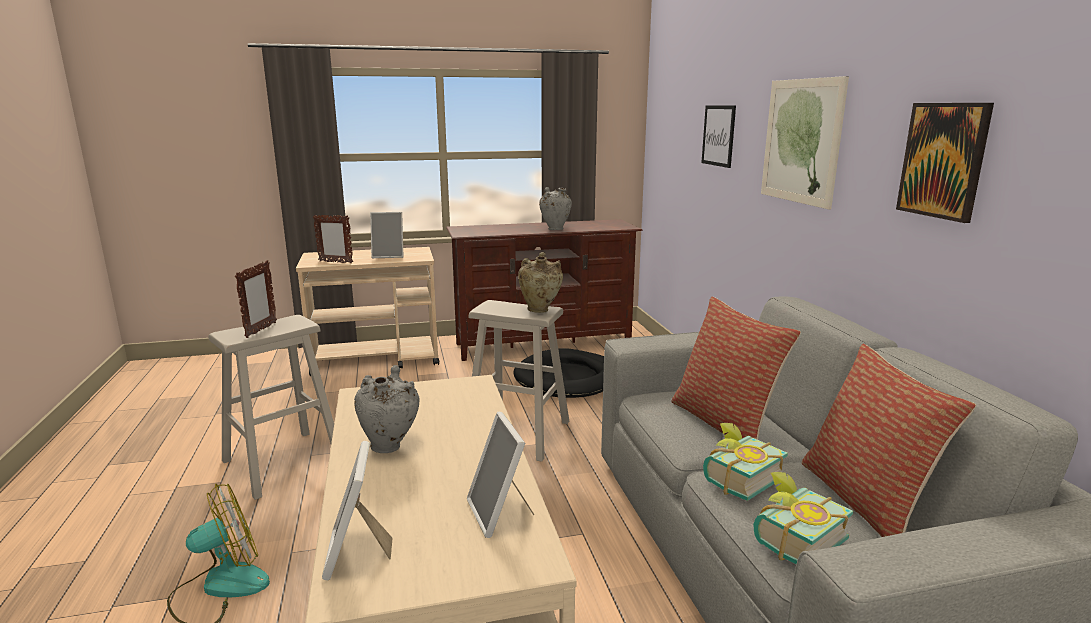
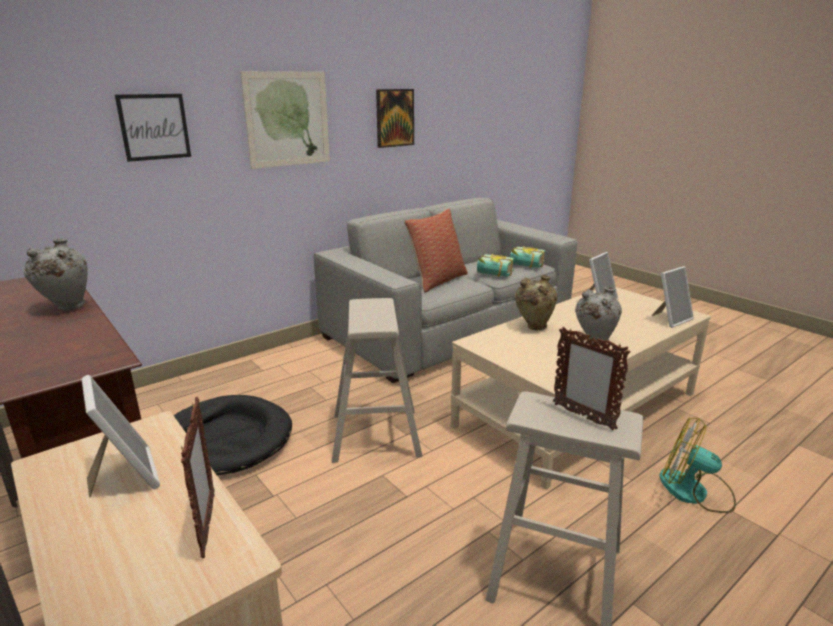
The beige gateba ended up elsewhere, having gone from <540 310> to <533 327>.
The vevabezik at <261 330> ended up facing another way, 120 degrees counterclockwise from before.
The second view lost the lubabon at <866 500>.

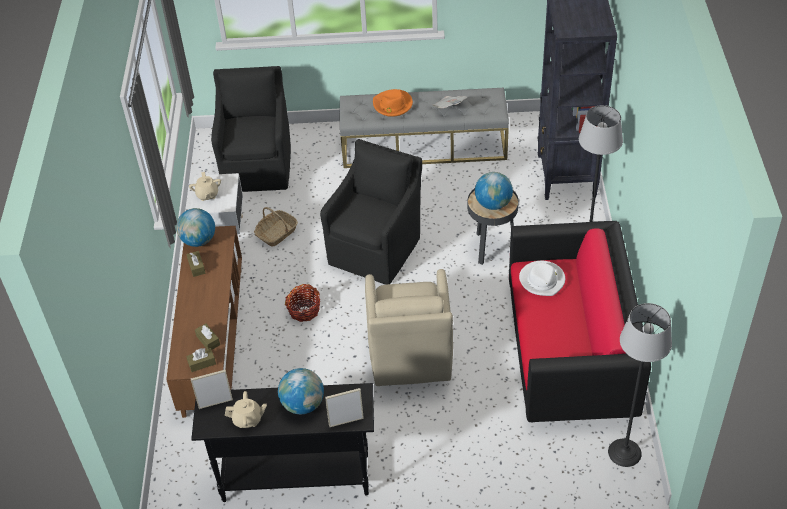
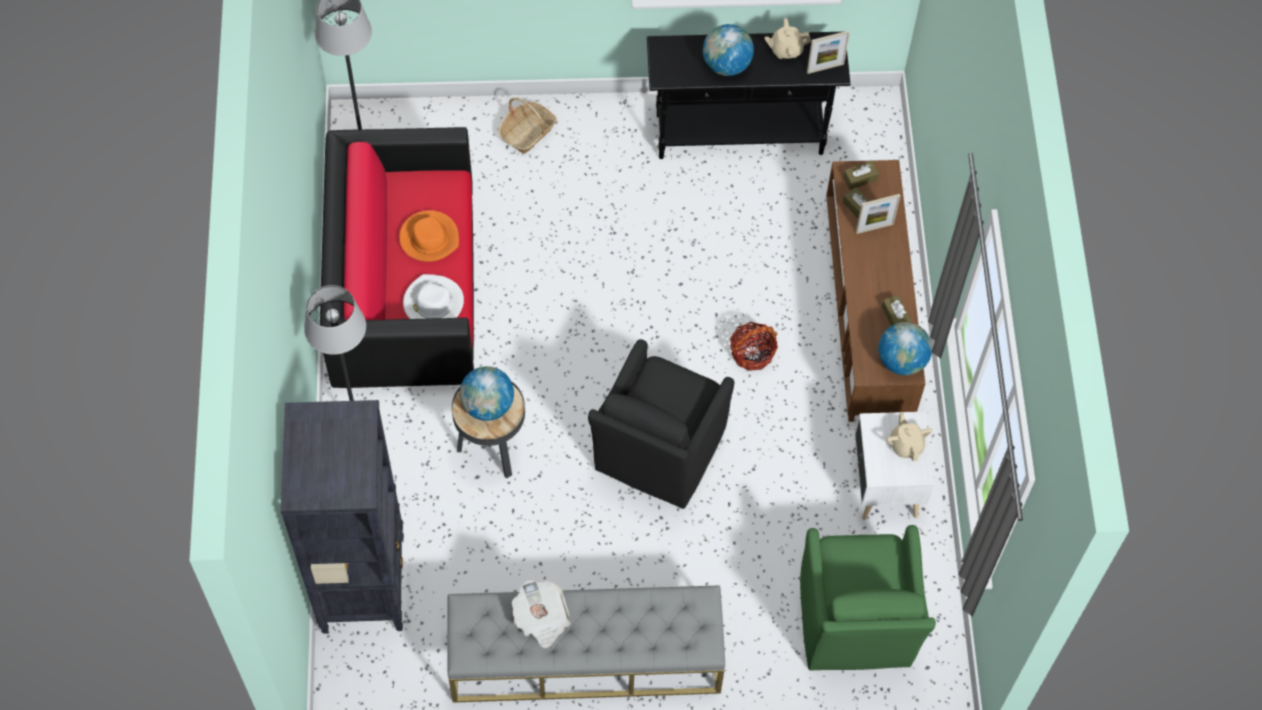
What was the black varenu at <258 166> turned into the green varenu at <854 624>.
The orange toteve ended up elsewhere, having gone from <392 105> to <429 238>.
The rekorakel ended up elsewhere, having gone from <277 233> to <527 132>.
The second view lost the beige varenu at <410 356>.
The vevabezik ended up elsewhere, having gone from <346 422> to <874 228>.

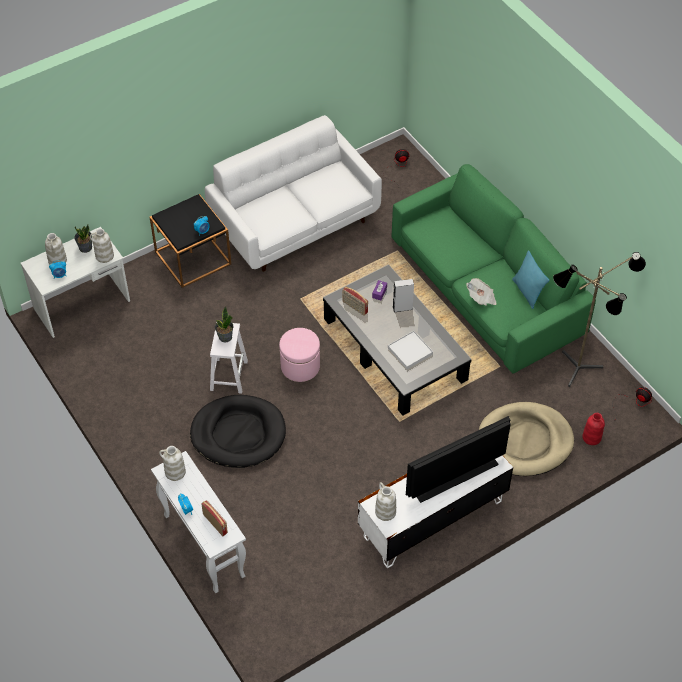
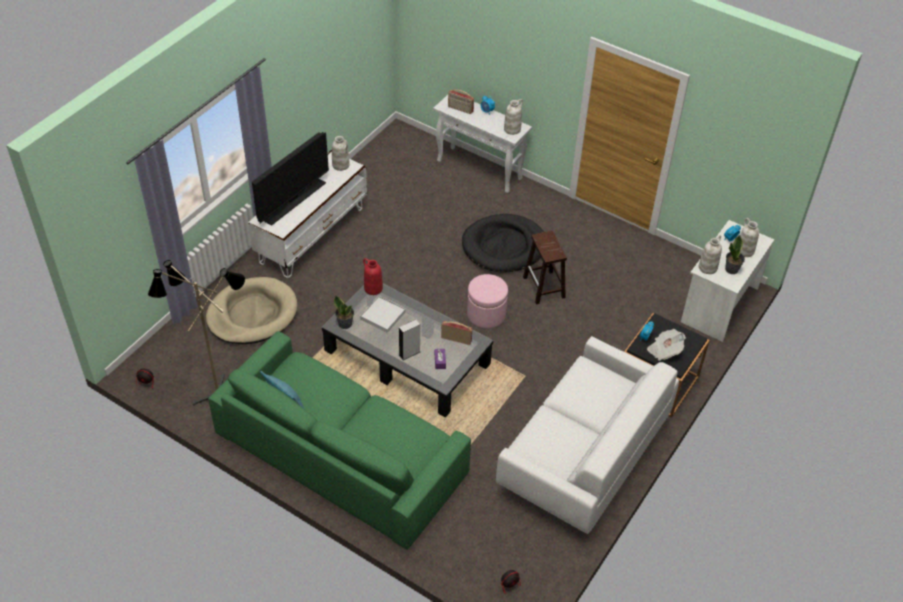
The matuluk ended up elsewhere, having gone from <481 298> to <664 350>.
The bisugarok ended up elsewhere, having gone from <225 337> to <345 323>.
What was the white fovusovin at <229 375> turned into the brown fovusovin at <544 288>.
The red gateba ended up elsewhere, having gone from <592 437> to <373 288>.

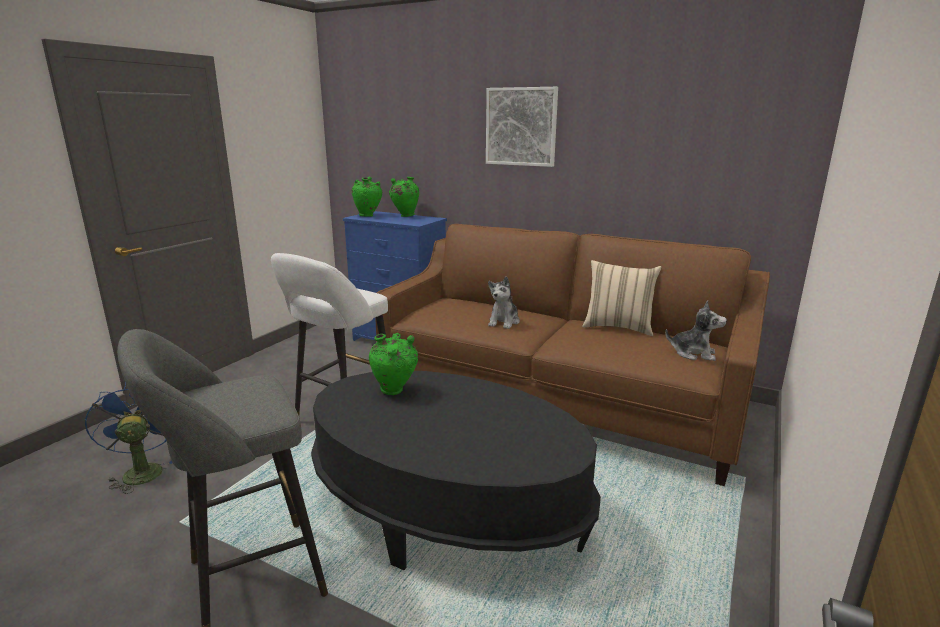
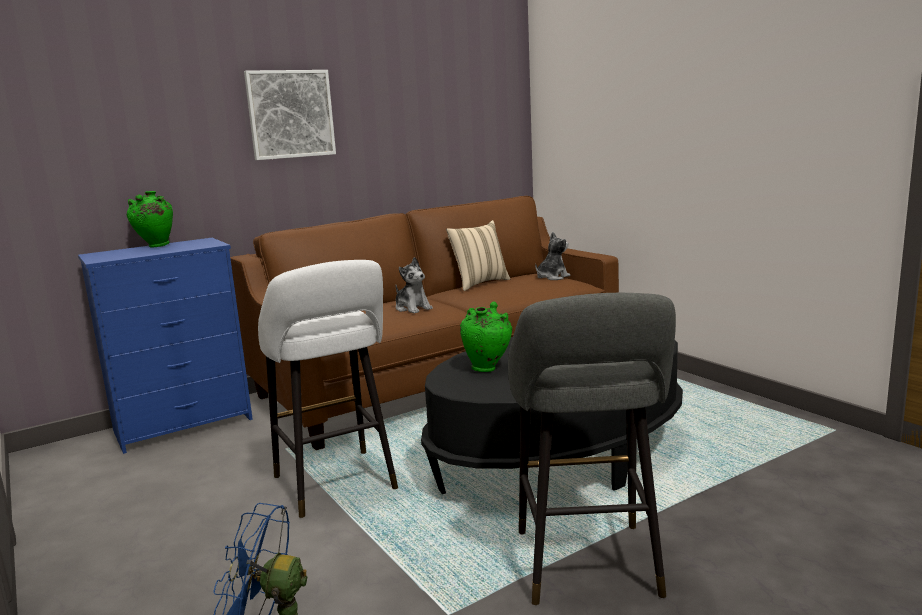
The second view lost the green gateba at <368 216>.

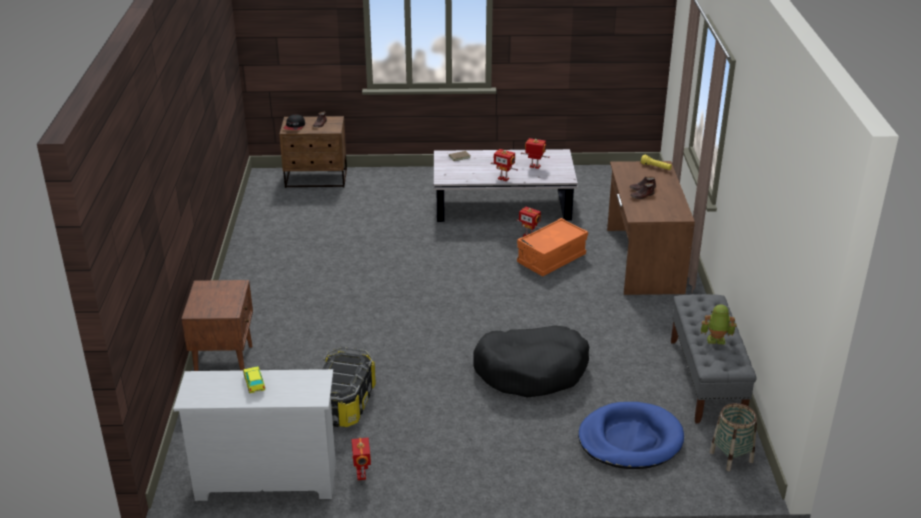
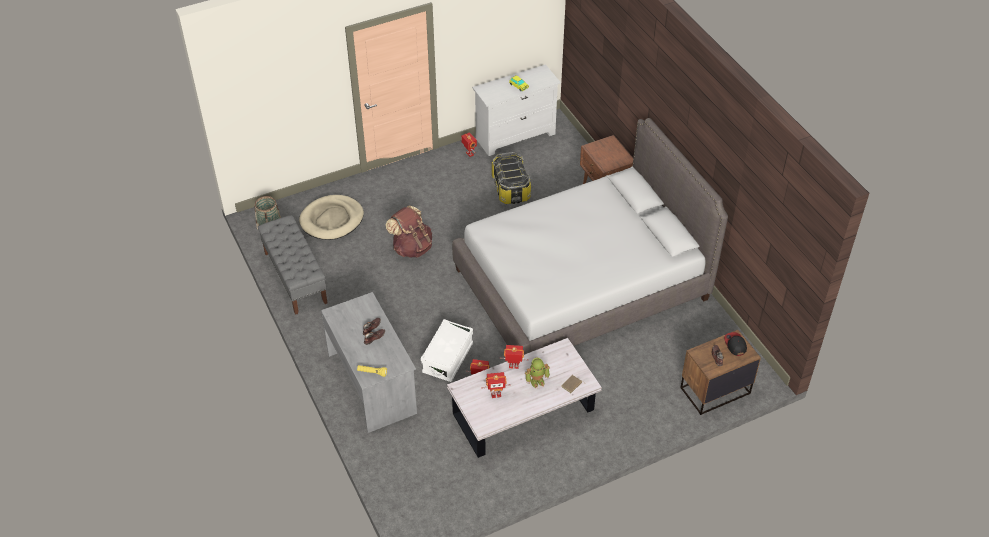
What was the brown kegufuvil at <643 260> turned into the grey kegufuvil at <372 383>.
What was the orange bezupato at <551 259> turned into the white bezupato at <447 358>.
The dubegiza ended up elsewhere, having gone from <716 341> to <537 380>.
Where the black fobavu stood at <531 371>, the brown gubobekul came to stand at <411 247>.
What was the blue fobavu at <630 439> turned into the beige fobavu at <332 220>.
The second view gained the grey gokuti at <581 284>.

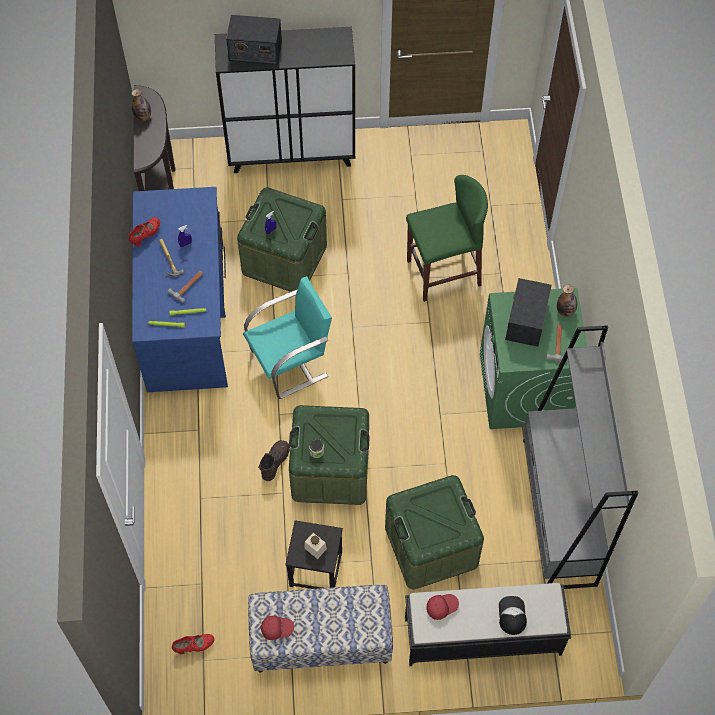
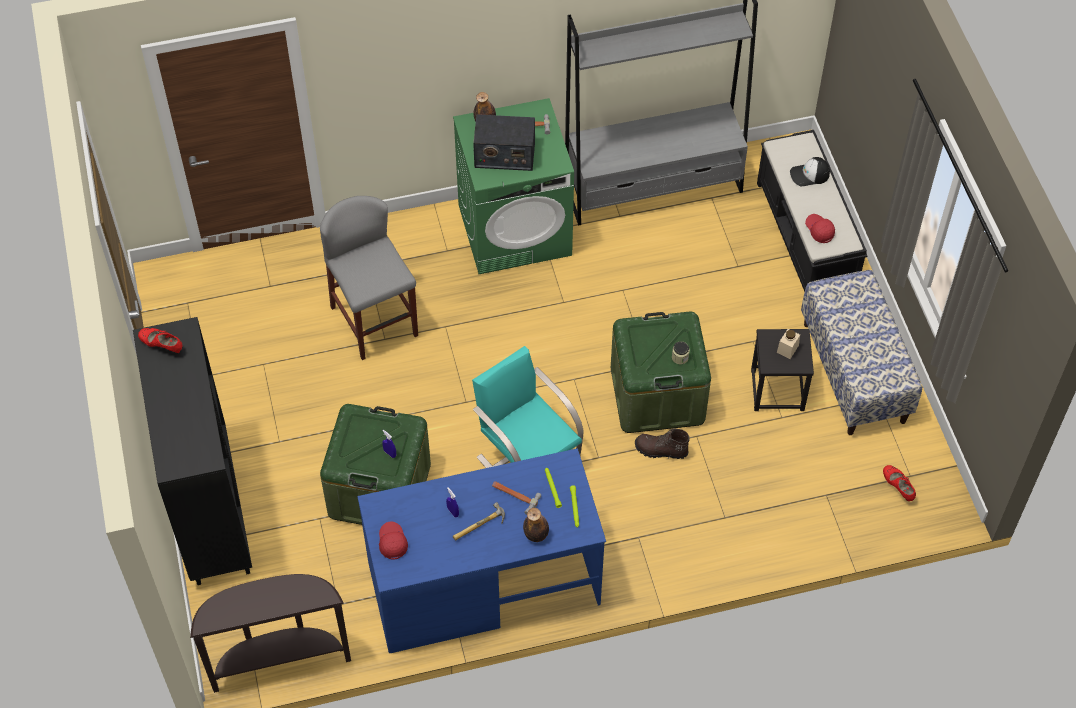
The second view lost the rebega at <255 50>.
The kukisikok ended up elsewhere, having gone from <143 117> to <536 535>.
What was the green fovusovin at <443 273> turned into the grey fovusovin at <374 321>.
The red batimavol ended up elsewhere, having gone from <146 235> to <162 346>.
The second view lost the green bezupato at <431 546>.
The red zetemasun ended up elsewhere, having gone from <277 629> to <392 543>.

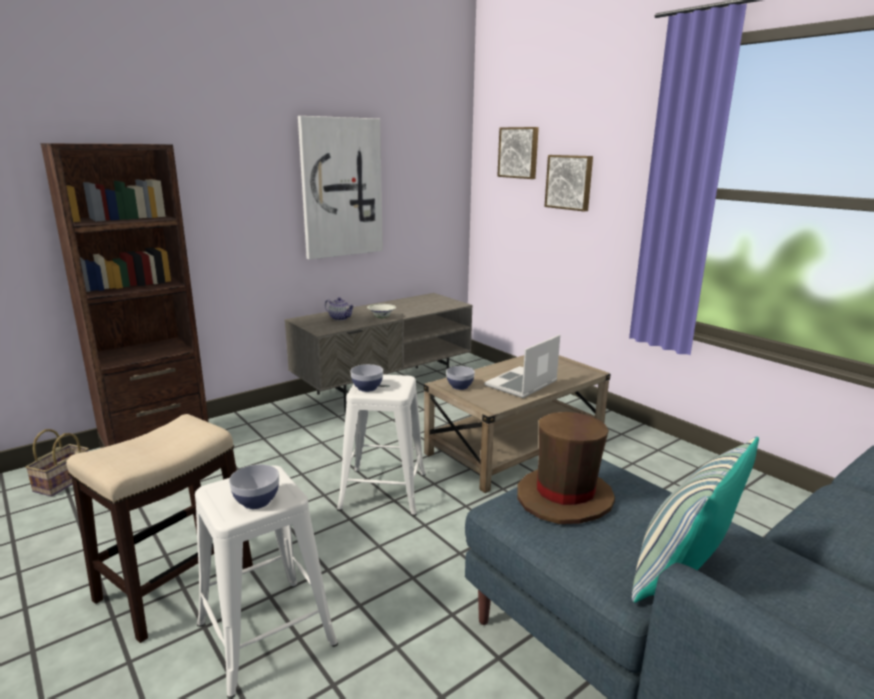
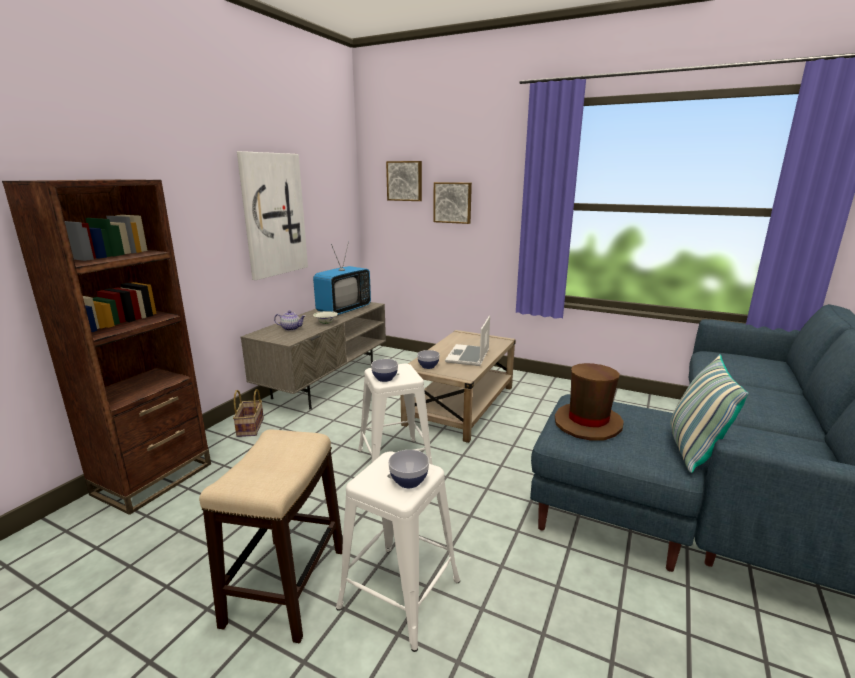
The rekorakel ended up elsewhere, having gone from <63 483> to <251 428>.
The second view gained the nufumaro at <344 310>.

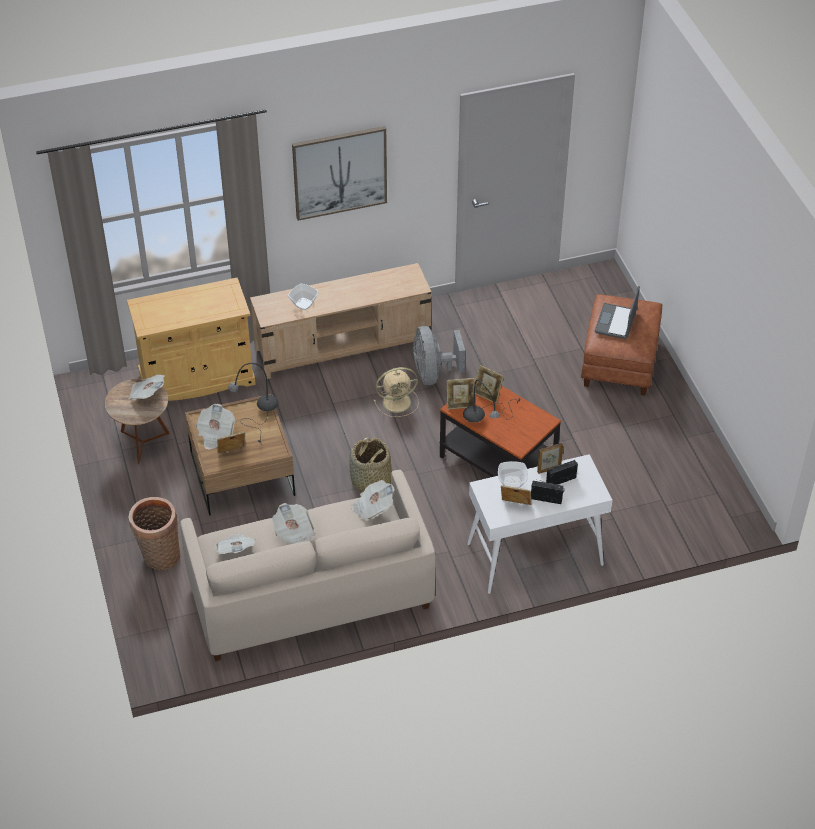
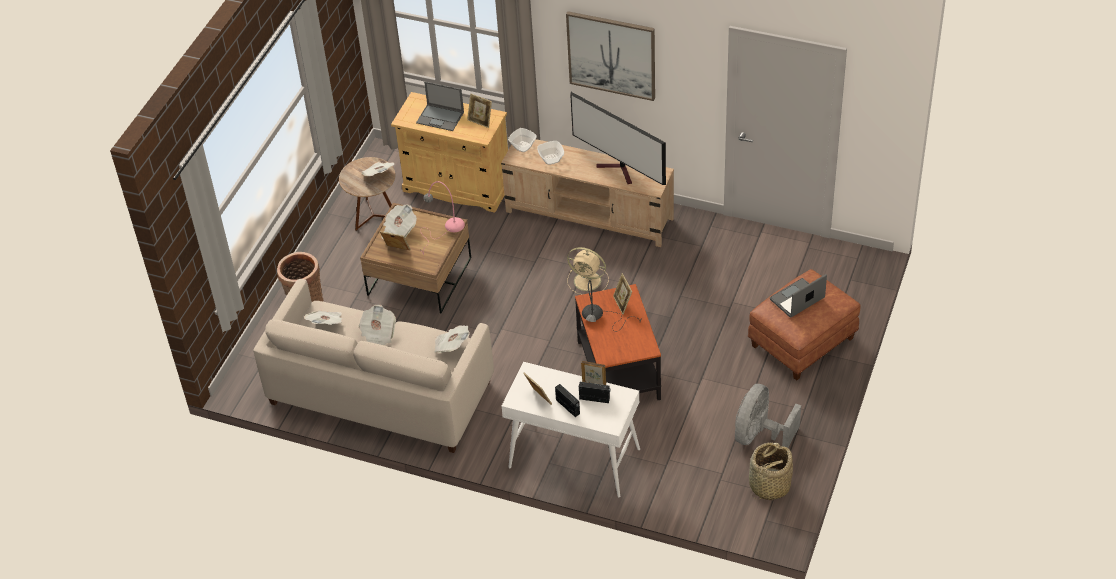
The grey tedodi ended up elsewhere, having gone from <433 374> to <759 435>.
What was the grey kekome at <258 415> turned into the pink kekome at <443 231>.
The vevabezik ended up elsewhere, having gone from <460 404> to <480 121>.
The rekorakel ended up elsewhere, having gone from <371 481> to <769 485>.
The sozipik ended up elsewhere, having gone from <512 482> to <523 147>.
The second view gained the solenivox at <440 117>.
The second view gained the nufumaro at <619 170>.

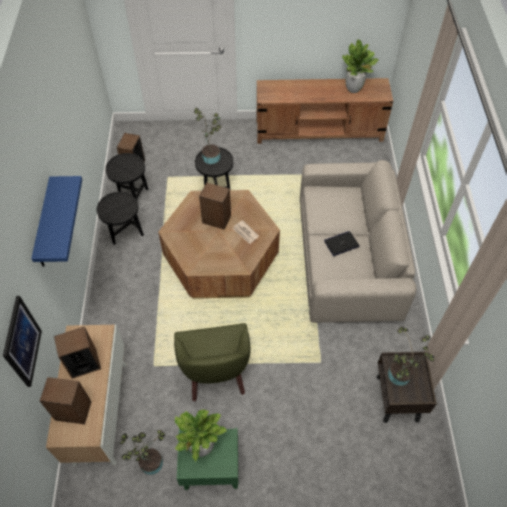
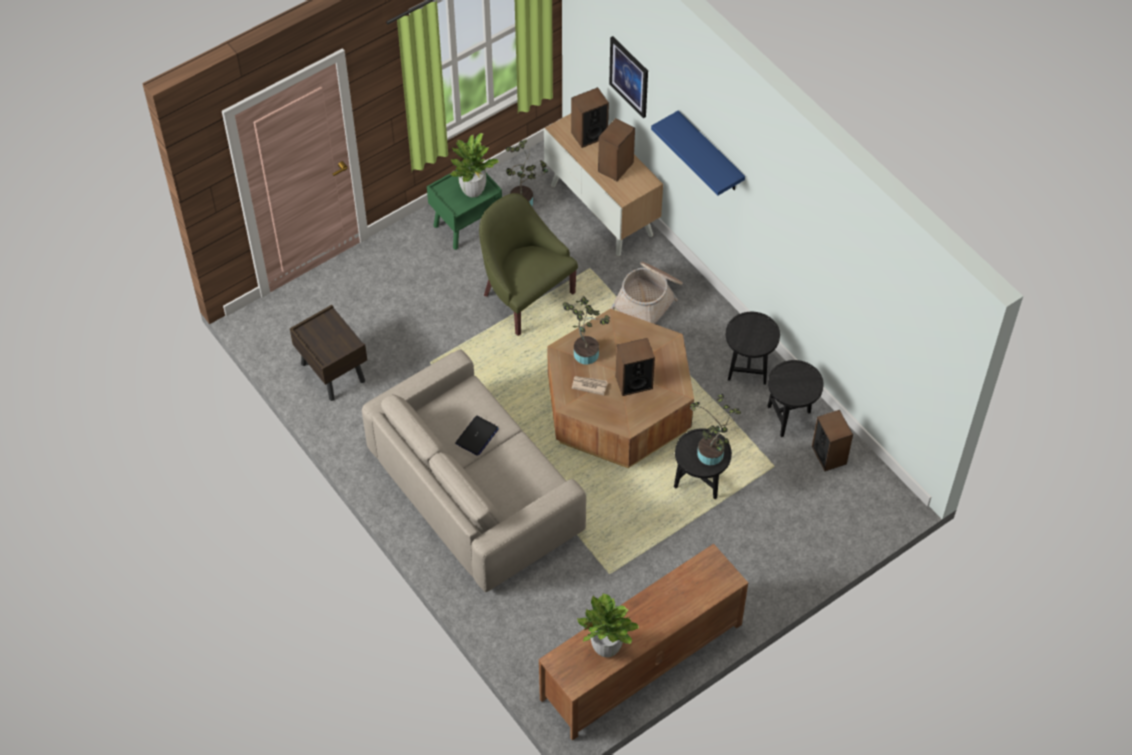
The bisugarok ended up elsewhere, having gone from <398 377> to <585 351>.
The second view gained the rekorakel at <649 299>.

